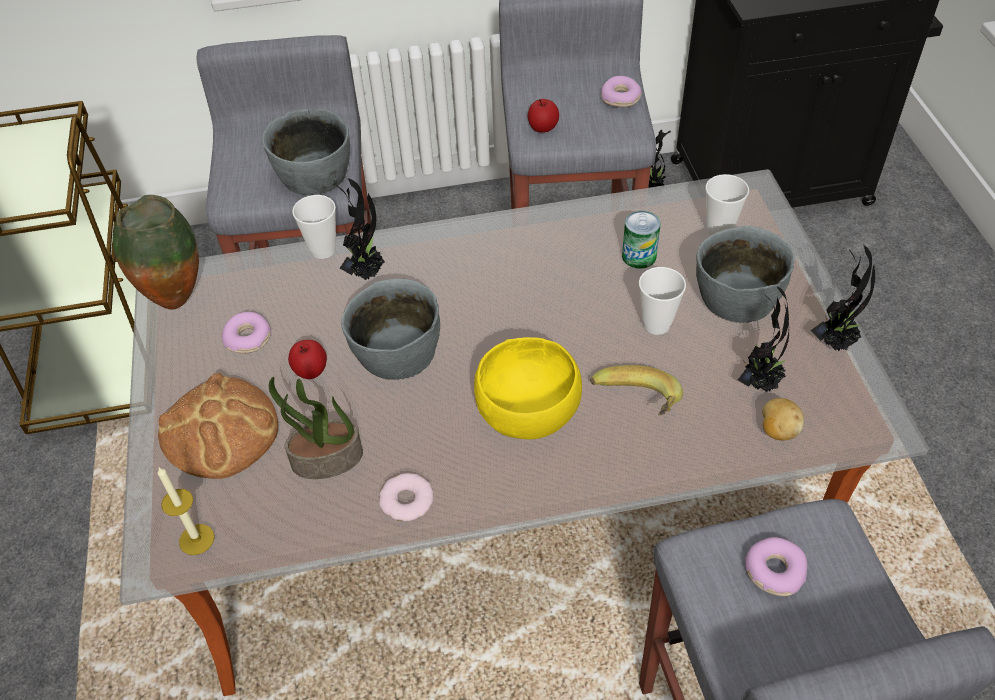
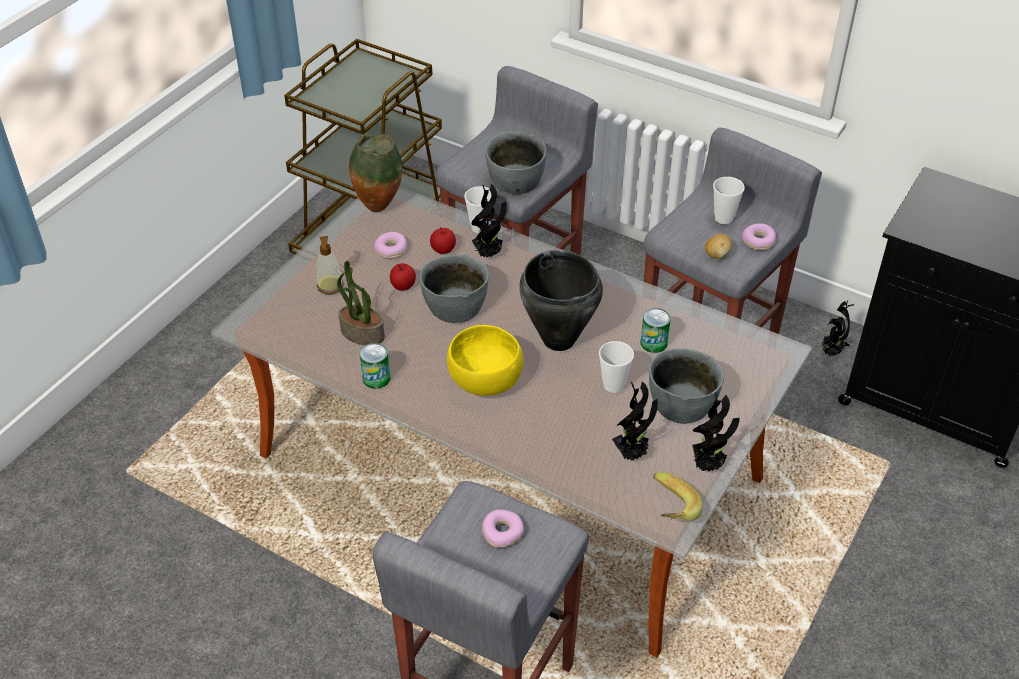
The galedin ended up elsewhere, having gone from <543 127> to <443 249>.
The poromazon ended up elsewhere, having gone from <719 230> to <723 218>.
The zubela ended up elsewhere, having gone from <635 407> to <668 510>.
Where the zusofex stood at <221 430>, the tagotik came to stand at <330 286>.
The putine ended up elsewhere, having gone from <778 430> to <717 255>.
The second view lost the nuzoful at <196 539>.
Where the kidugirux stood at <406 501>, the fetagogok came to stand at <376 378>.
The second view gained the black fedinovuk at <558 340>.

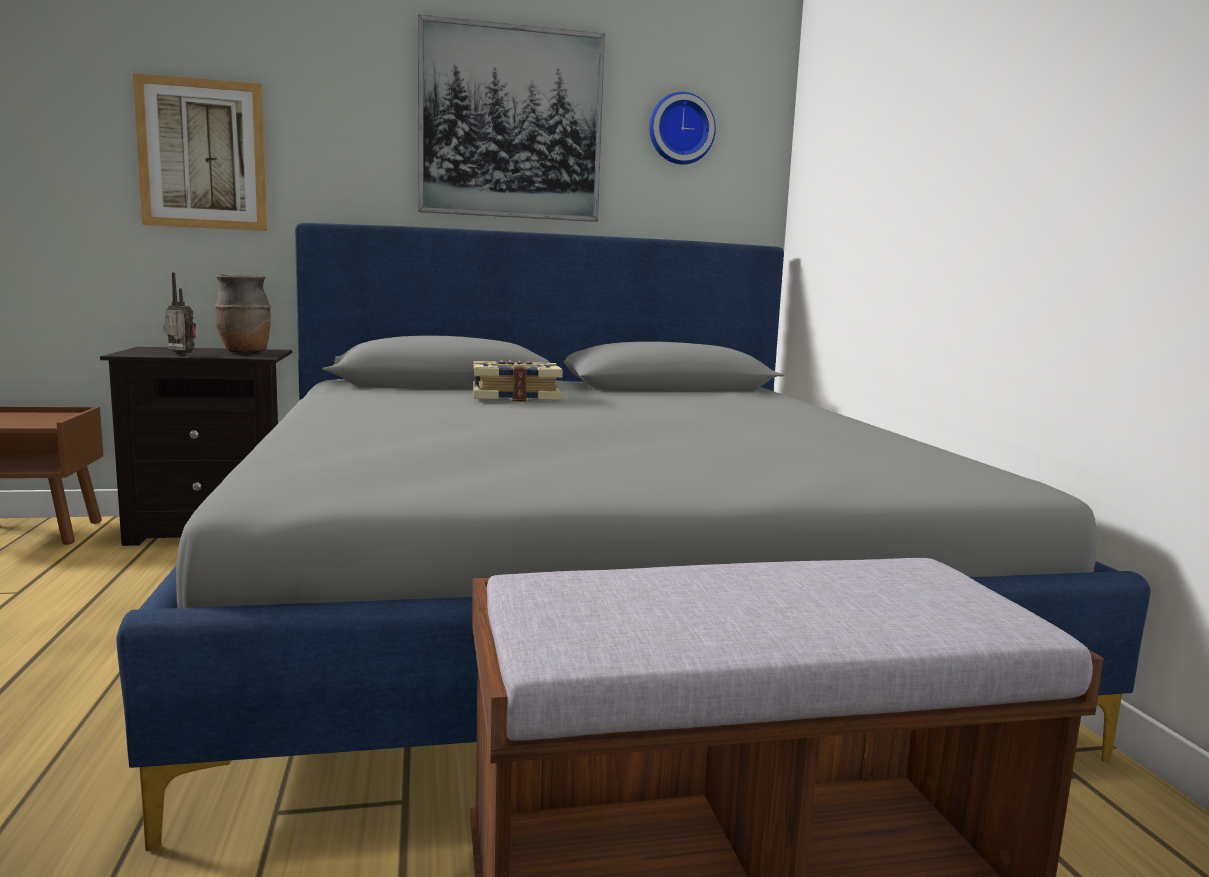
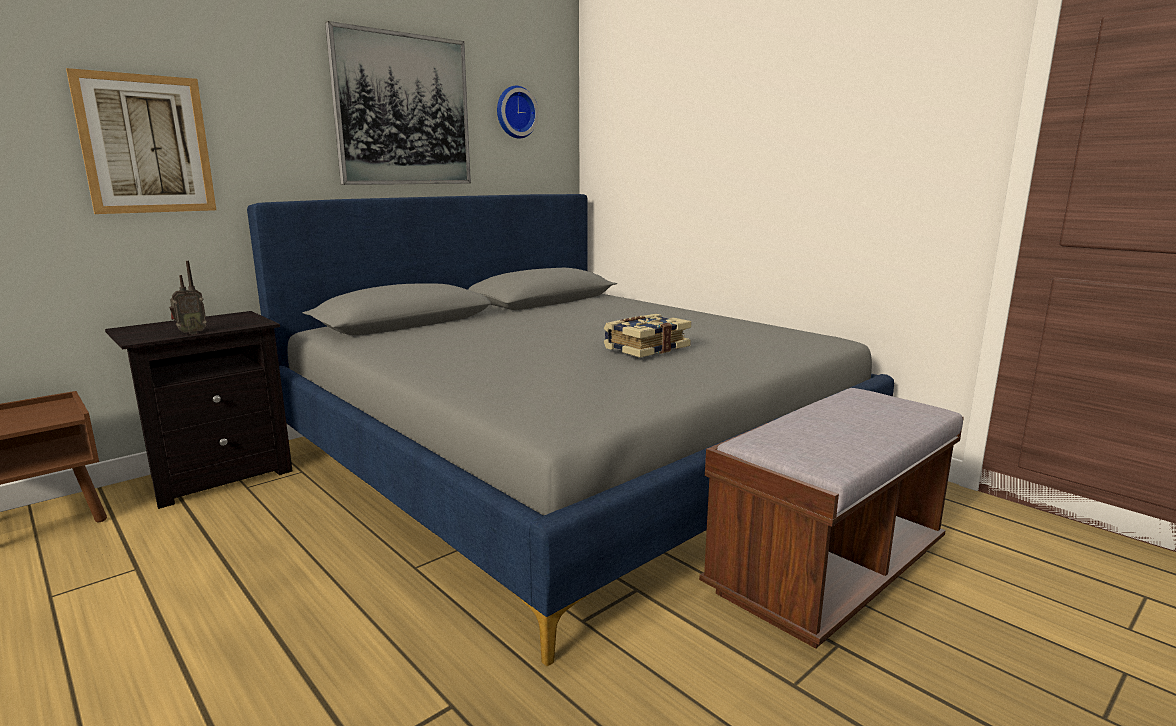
The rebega at <180 355> ended up facing another way, 150 degrees clockwise from before.
The second view lost the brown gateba at <245 353>.
The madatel ended up elsewhere, having gone from <515 397> to <645 348>.

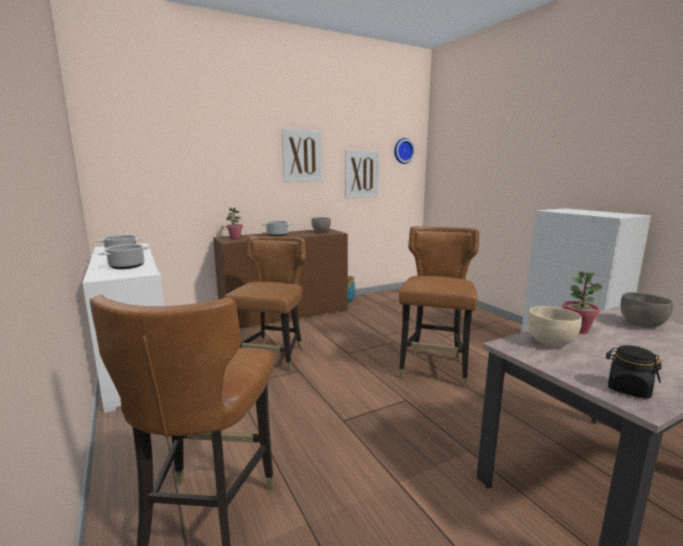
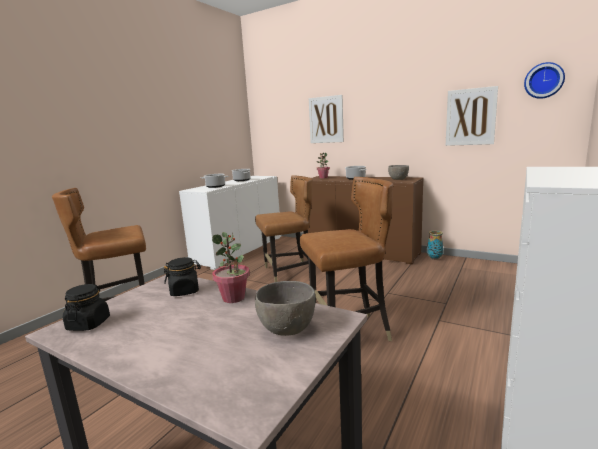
The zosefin ended up elsewhere, having gone from <302 156> to <326 120>.
Where the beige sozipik stood at <550 343>, the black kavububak came to stand at <185 291>.

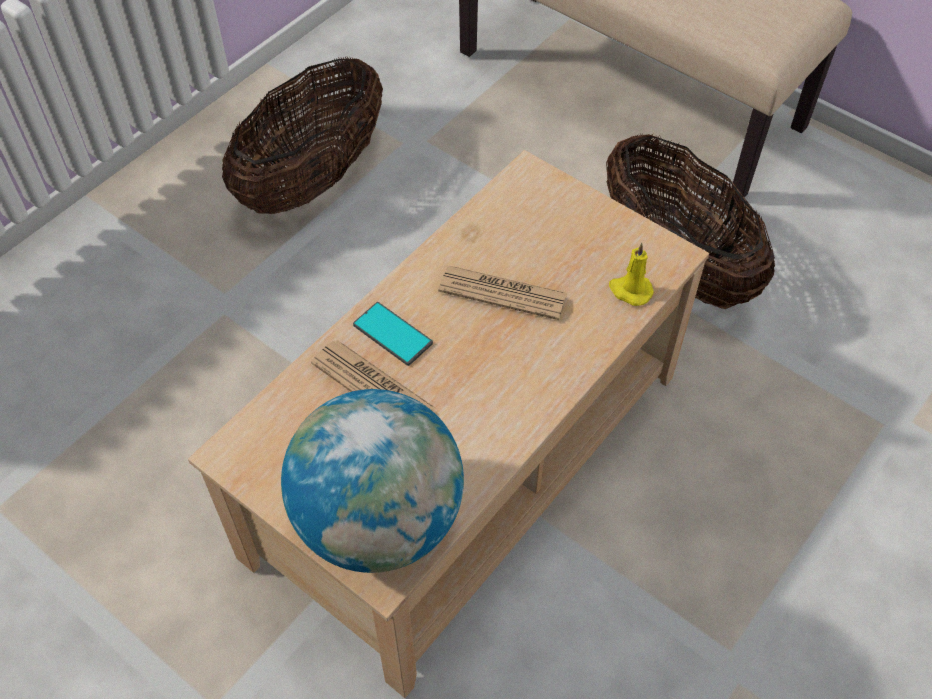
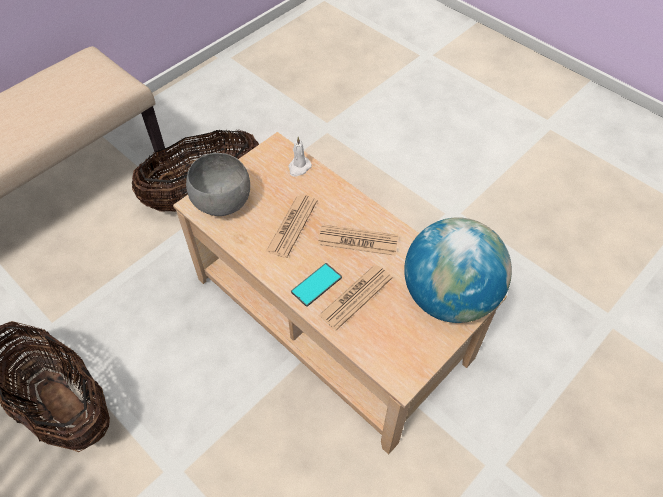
What was the yellow nuzoful at <630 290> turned into the white nuzoful at <299 168>.
The second view gained the grey sozipik at <221 202>.
The second view gained the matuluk at <358 241>.

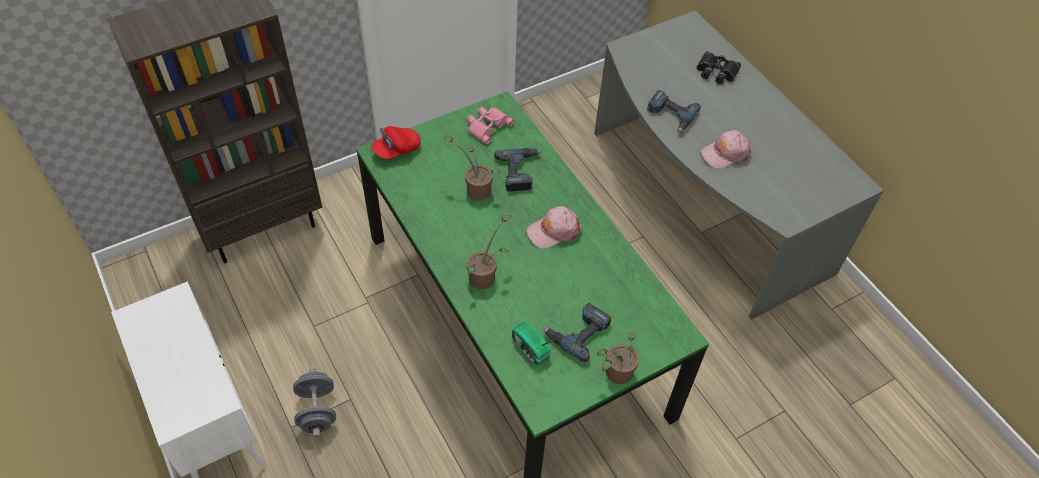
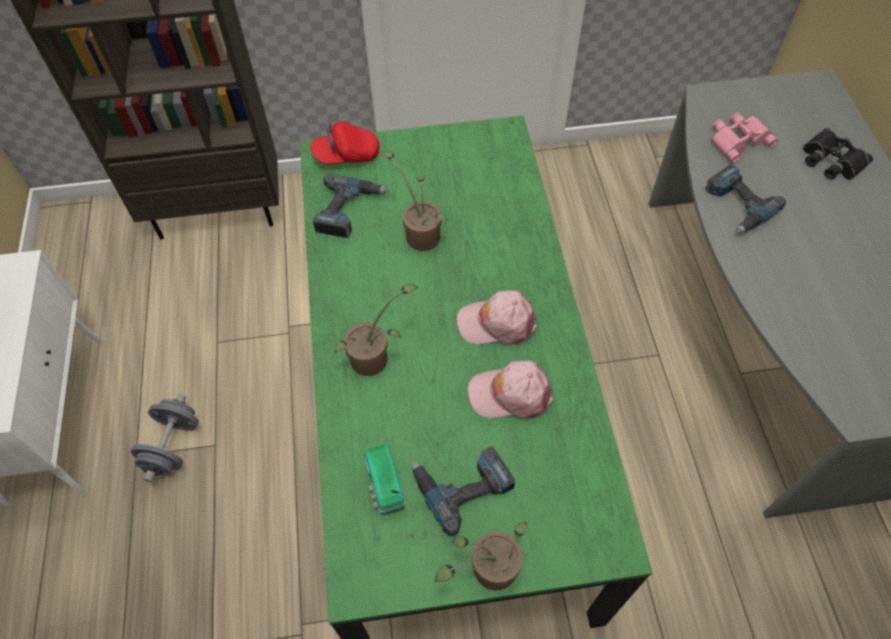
The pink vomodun ended up elsewhere, having gone from <487 126> to <738 139>.
The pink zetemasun ended up elsewhere, having gone from <725 153> to <510 393>.
The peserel ended up elsewhere, having gone from <520 171> to <348 210>.

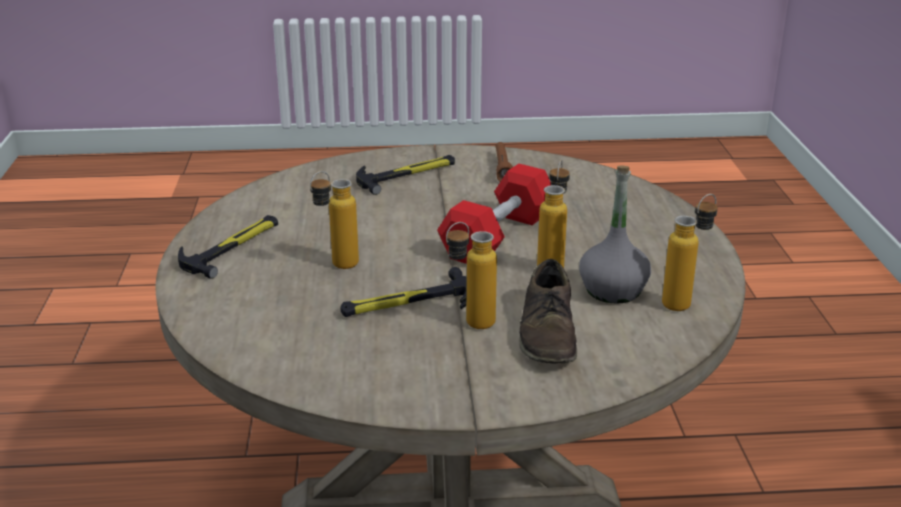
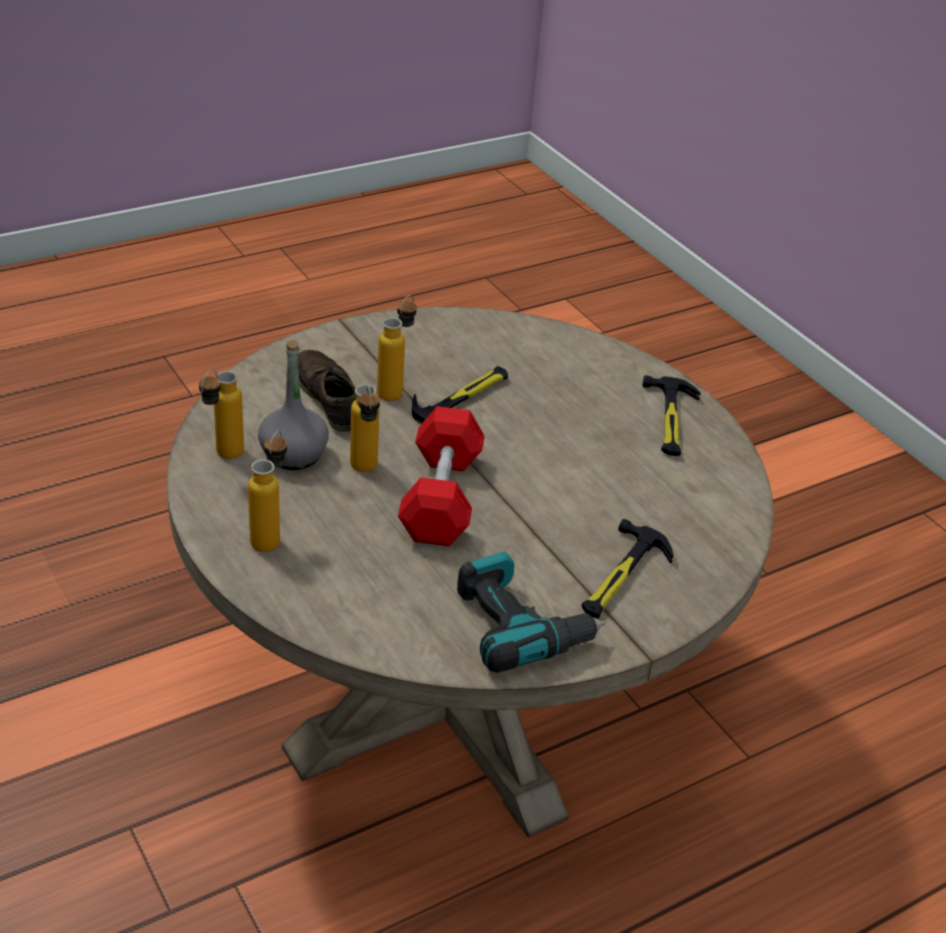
Where the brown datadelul stood at <502 168>, the peserel came to stand at <520 626>.
The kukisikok ended up elsewhere, having gone from <336 267> to <270 536>.

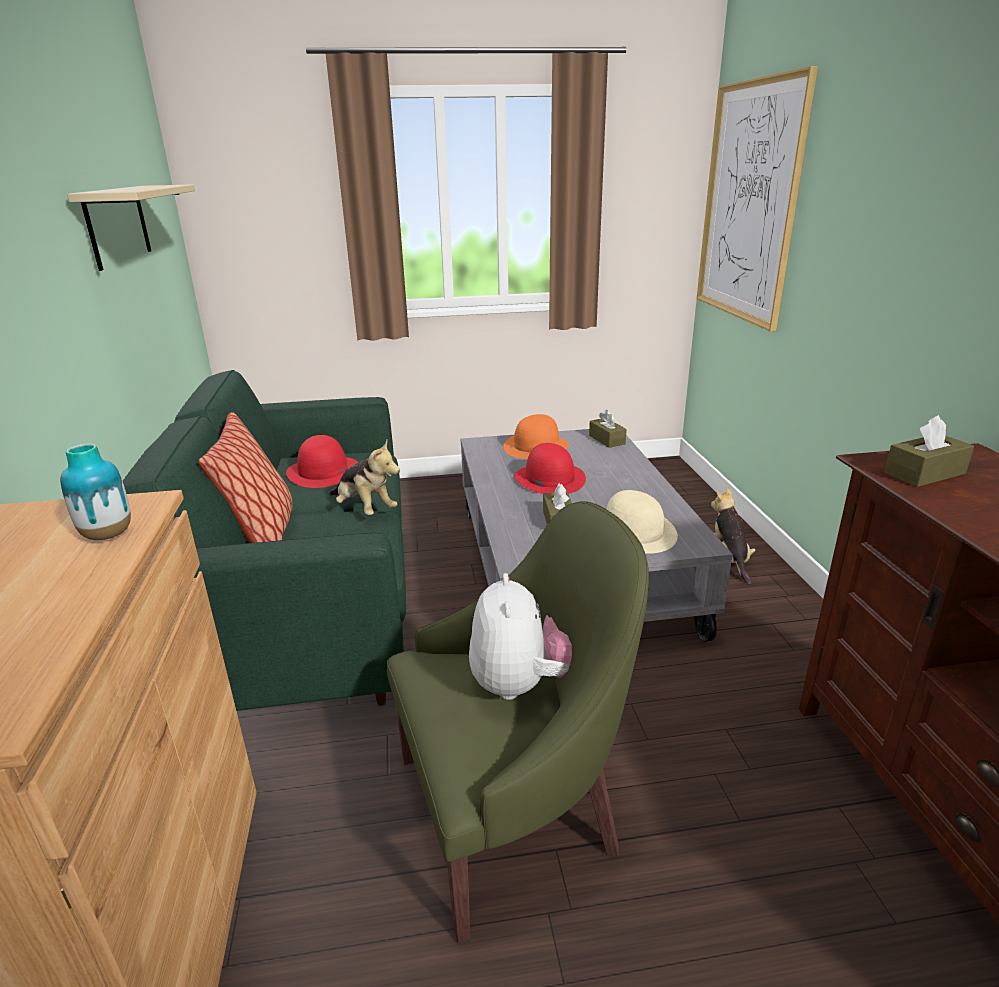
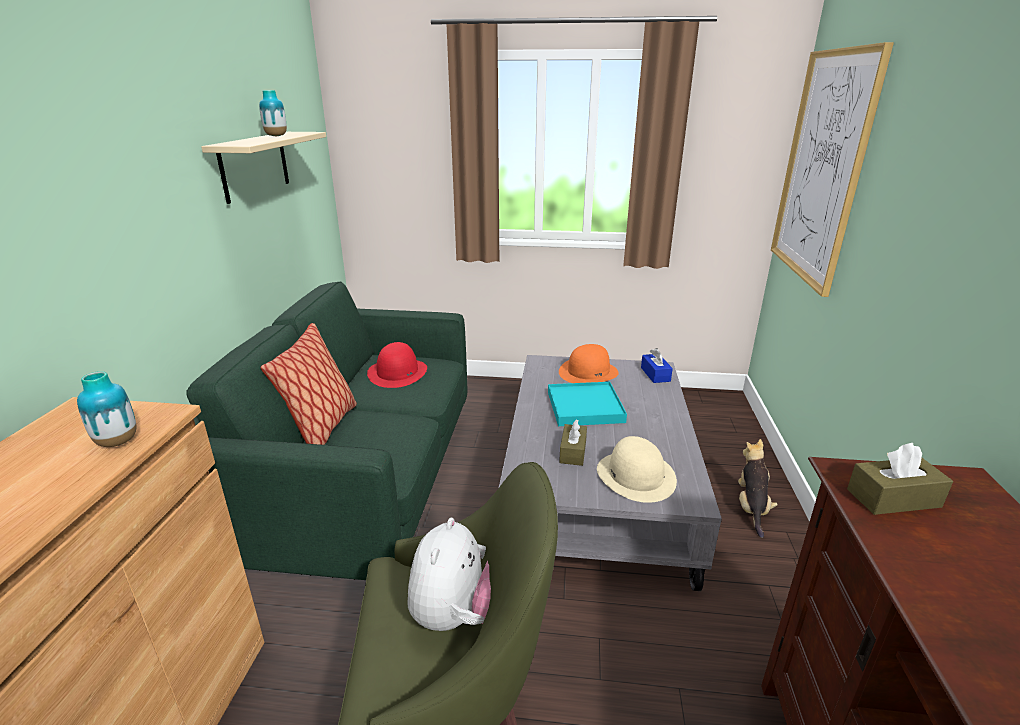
What was the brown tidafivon at <607 440> turned into the blue tidafivon at <655 374>.
The second view lost the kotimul at <364 509>.
Where the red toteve stood at <549 479>, the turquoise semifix came to stand at <584 407>.
The second view gained the gateba at <276 136>.

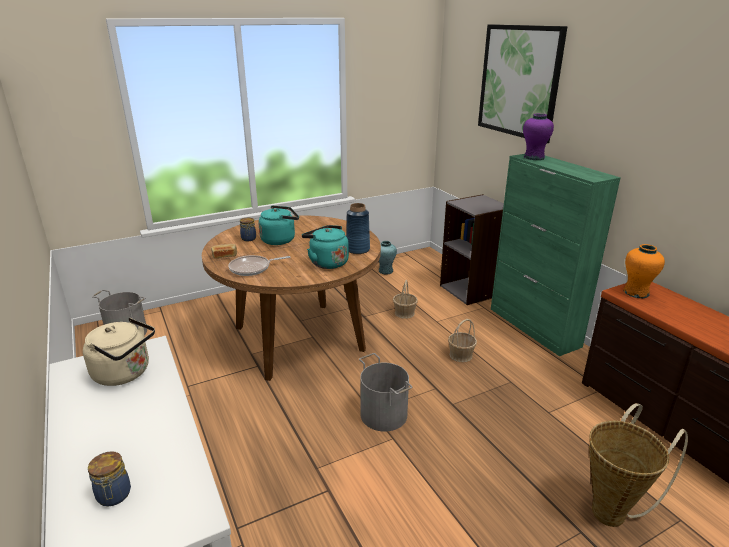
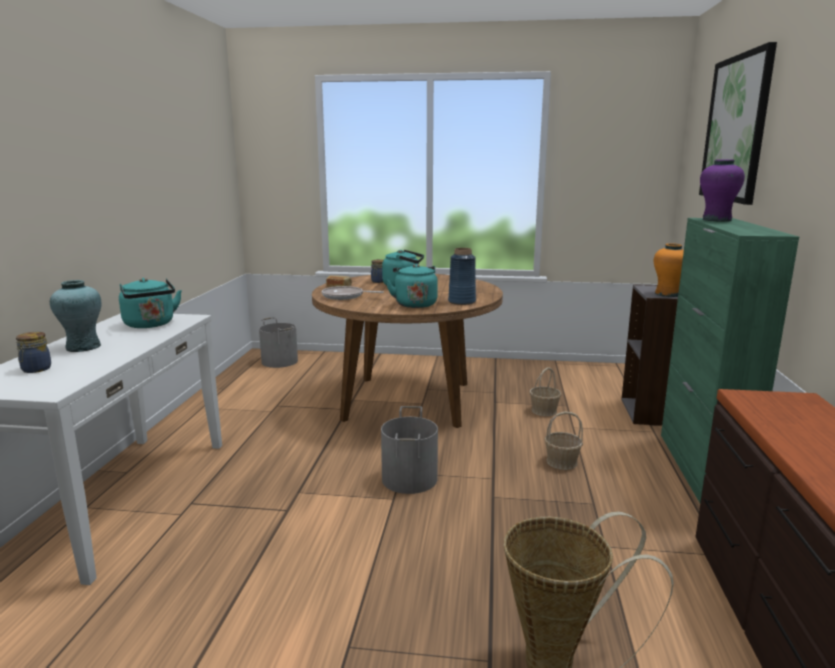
The turquoise gateba ended up elsewhere, having gone from <385 271> to <83 347>.
The orange gateba ended up elsewhere, having gone from <635 292> to <667 294>.
What was the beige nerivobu at <125 373> turned into the turquoise nerivobu at <150 325>.

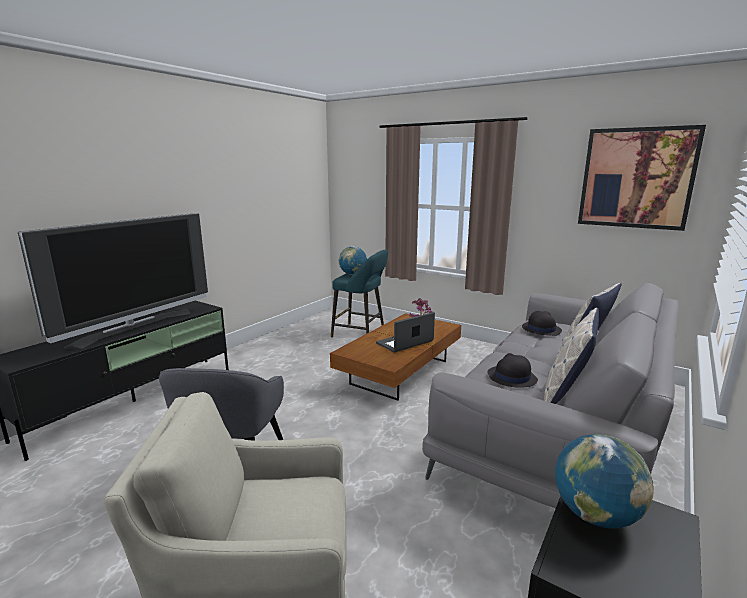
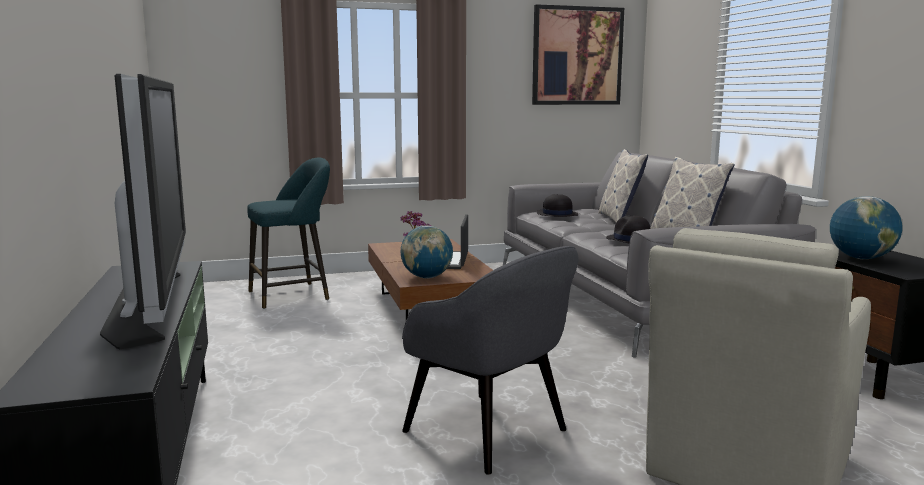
The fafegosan ended up elsewhere, having gone from <353 274> to <427 277>.

